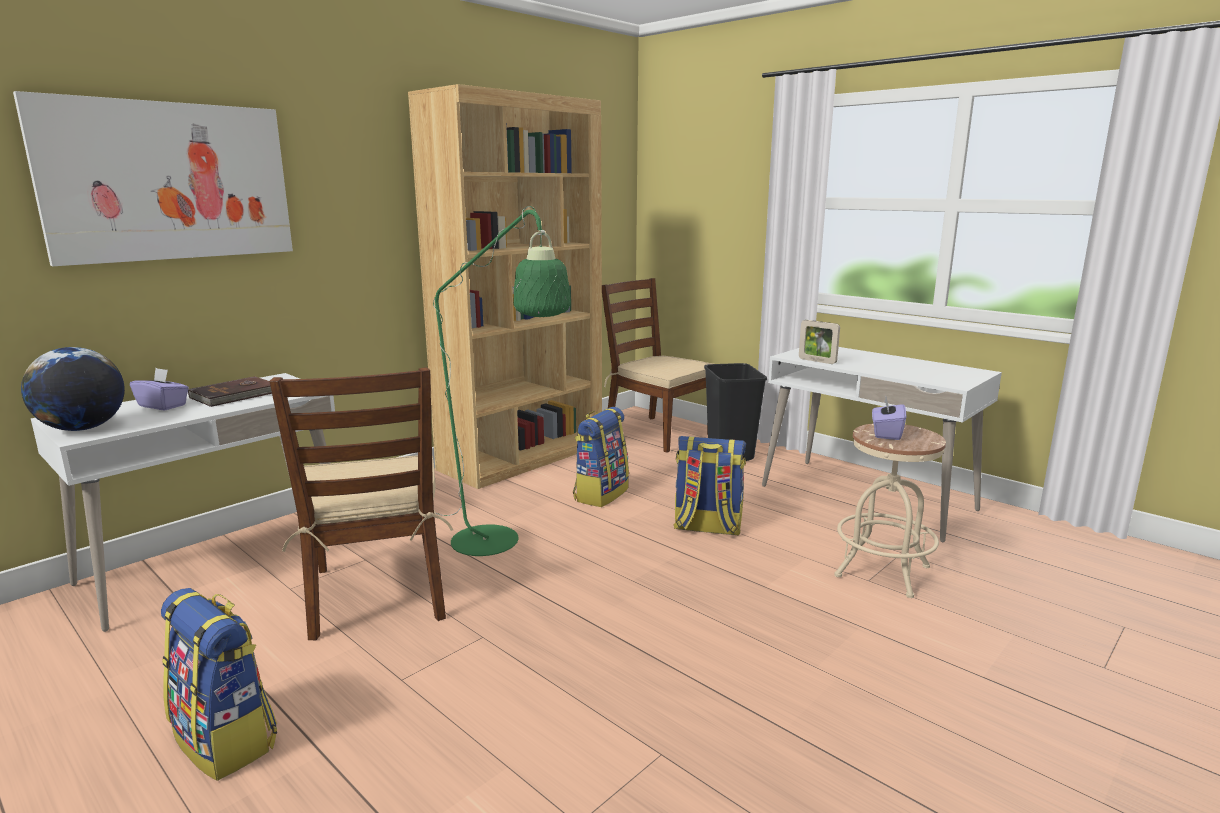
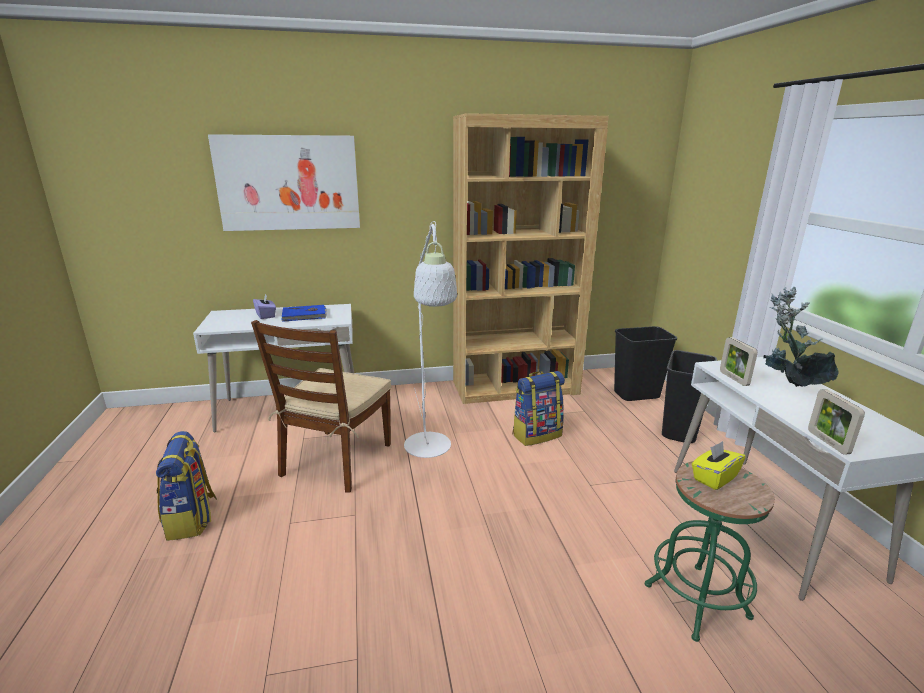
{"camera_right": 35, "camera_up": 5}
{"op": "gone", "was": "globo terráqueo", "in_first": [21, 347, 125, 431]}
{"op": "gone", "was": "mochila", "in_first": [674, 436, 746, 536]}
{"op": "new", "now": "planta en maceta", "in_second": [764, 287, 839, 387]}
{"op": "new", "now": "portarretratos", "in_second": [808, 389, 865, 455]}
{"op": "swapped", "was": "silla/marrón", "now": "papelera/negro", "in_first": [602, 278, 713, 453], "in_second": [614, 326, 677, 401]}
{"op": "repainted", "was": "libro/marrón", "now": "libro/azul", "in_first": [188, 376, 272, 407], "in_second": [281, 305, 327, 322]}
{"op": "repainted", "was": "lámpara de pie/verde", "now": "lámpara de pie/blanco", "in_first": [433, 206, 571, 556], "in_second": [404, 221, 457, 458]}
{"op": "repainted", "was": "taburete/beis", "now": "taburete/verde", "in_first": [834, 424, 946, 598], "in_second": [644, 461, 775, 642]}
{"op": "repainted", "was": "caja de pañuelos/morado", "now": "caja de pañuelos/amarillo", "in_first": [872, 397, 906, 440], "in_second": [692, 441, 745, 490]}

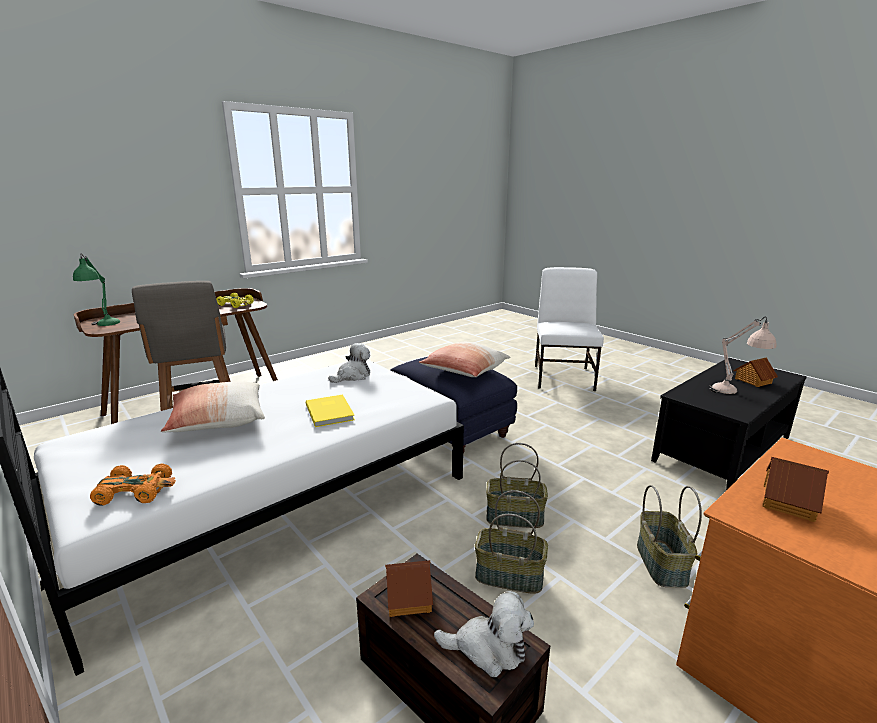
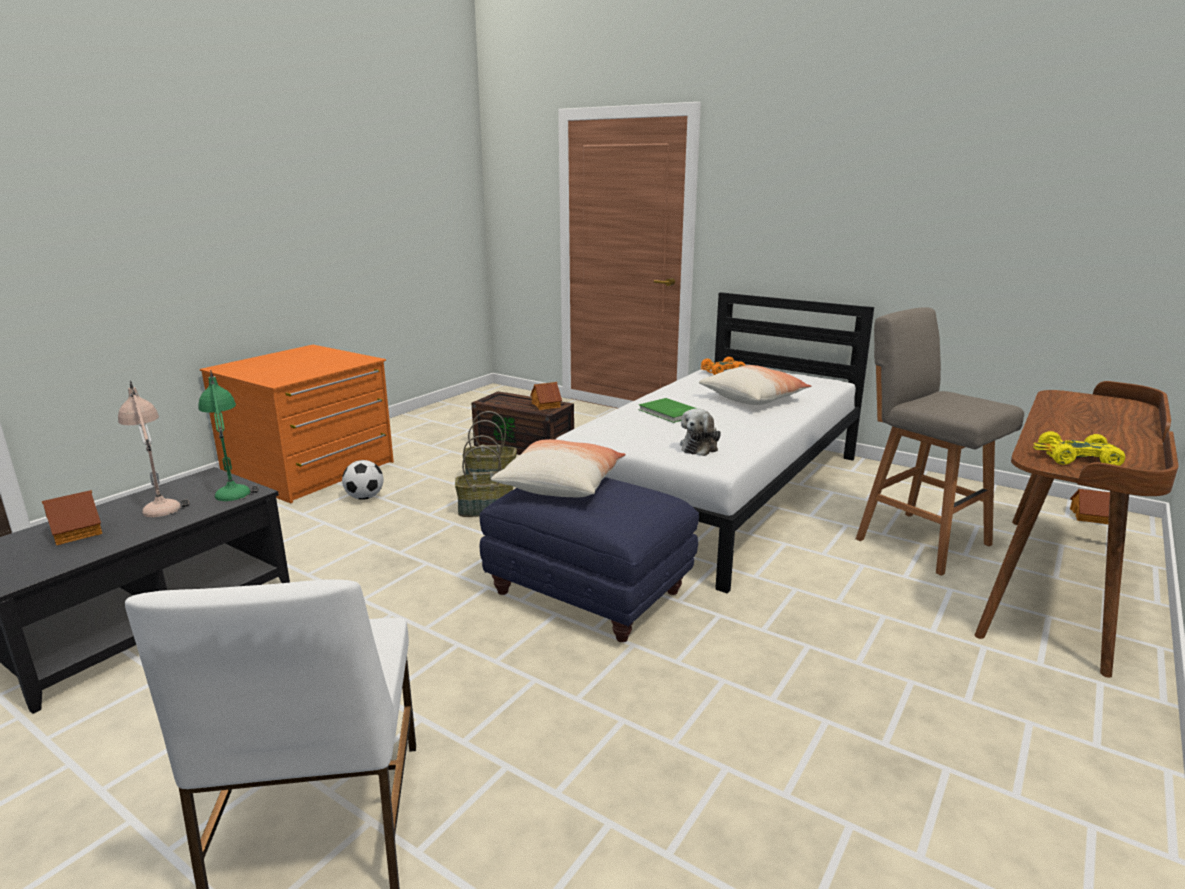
{"camera_right": 165, "camera_up": 0}
{"op": "gone", "was": "peluche", "in_first": [434, 591, 534, 677]}
{"op": "shifted", "was": "lámpara de mesa/verde", "in_first": [73, 253, 120, 326], "in_second": [199, 370, 259, 501]}
{"op": "shifted", "was": "casita", "in_first": [762, 457, 829, 522], "in_second": [1070, 489, 1110, 524]}
{"op": "swapped", "was": "cesta", "now": "balón de fútbol", "in_first": [637, 485, 702, 588], "in_second": [342, 460, 383, 500]}
{"op": "repainted", "was": "libro/amarillo", "now": "libro/verde", "in_first": [306, 394, 355, 427], "in_second": [638, 398, 695, 423]}

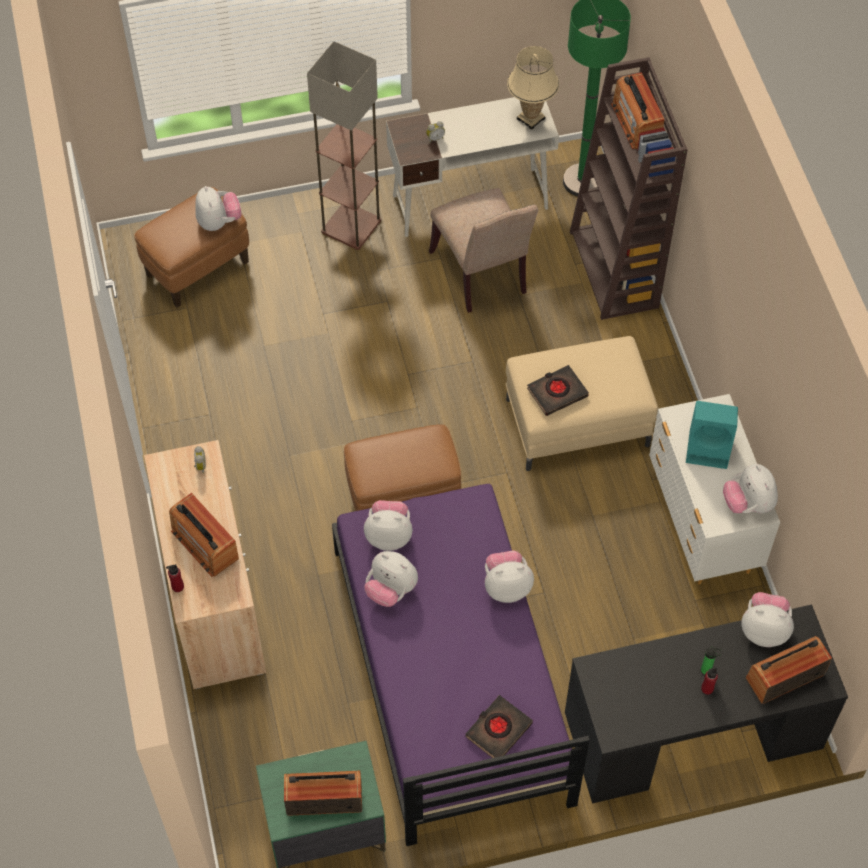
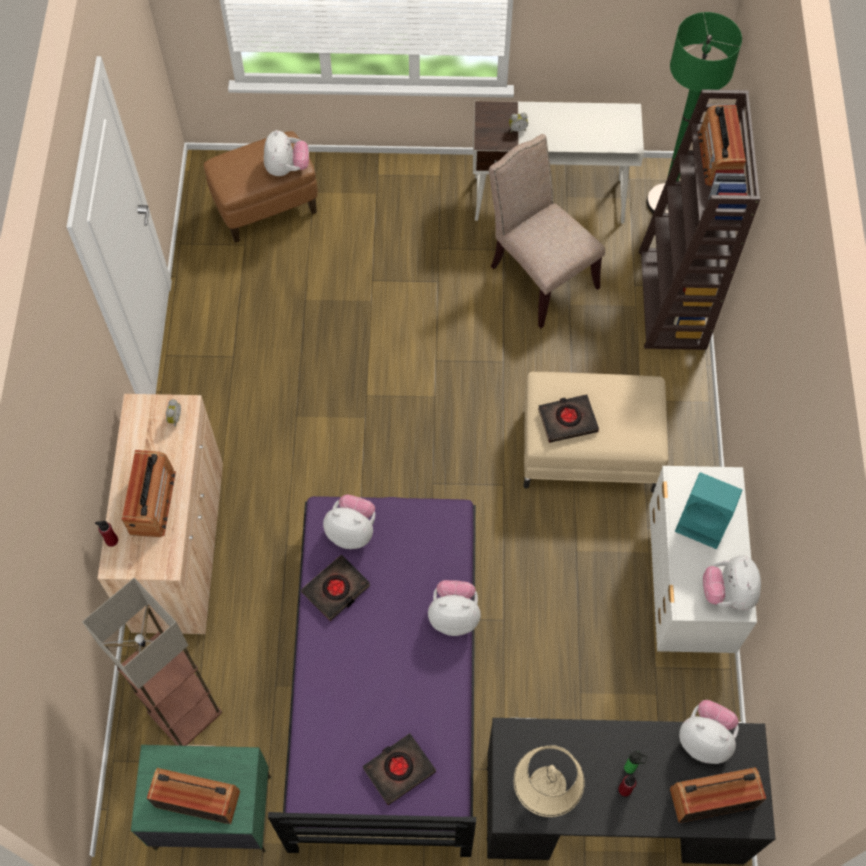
{"camera_right": 15, "camera_up": 5}
{"op": "gone", "was": "puf/marrón", "in_first": [344, 424, 461, 511]}
{"op": "shifted", "was": "lámpara de pie", "in_first": [307, 41, 381, 250], "in_second": [82, 578, 222, 746]}
{"op": "shifted", "was": "lámpara de mesa/beis", "in_first": [507, 46, 559, 130], "in_second": [514, 745, 585, 817]}
{"op": "swapped", "was": "peluche", "now": "libro/negro", "in_first": [364, 551, 418, 607], "in_second": [301, 555, 371, 621]}
{"op": "rotated", "was": "radio", "in_first": [169, 493, 239, 577], "in_second": [122, 450, 176, 537], "clockwise": -150}
{"op": "rotated", "was": "silla/beis", "in_first": [429, 188, 539, 313], "in_second": [489, 134, 605, 328], "clockwise": 150}

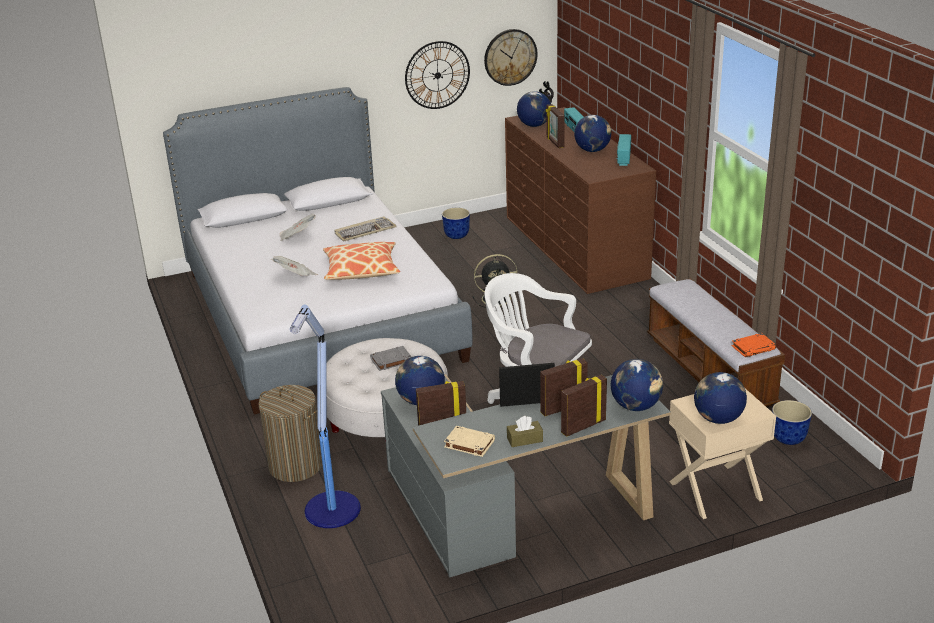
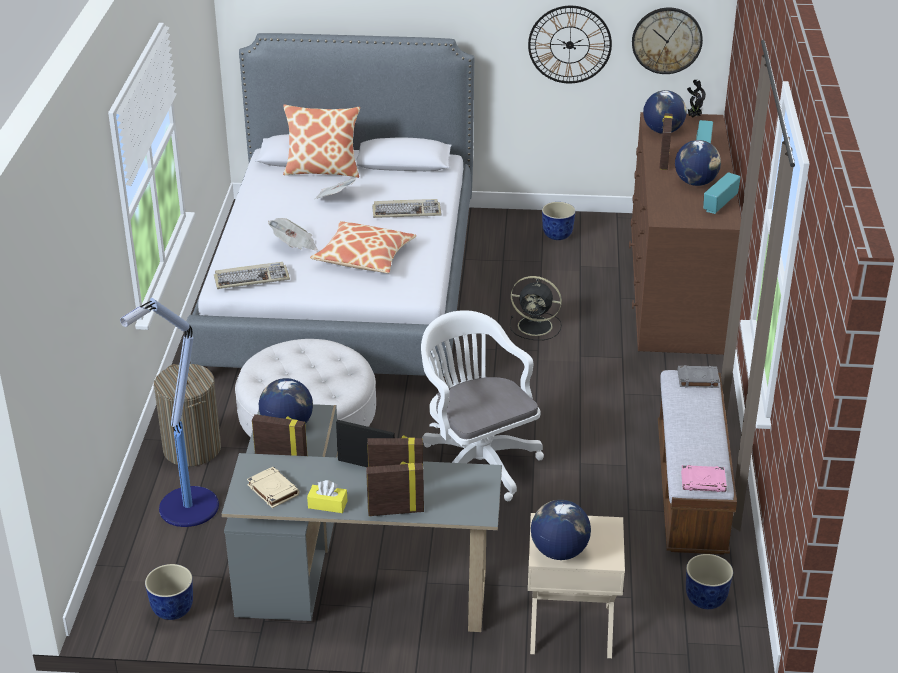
{"camera_right": 25, "camera_up": 5}
{"op": "gone", "was": "globo terráqueo", "in_first": [611, 359, 663, 411]}
{"op": "new", "now": "maceta", "in_second": [145, 564, 193, 620]}
{"op": "new", "now": "teclado", "in_second": [214, 262, 290, 289]}
{"op": "new", "now": "cojín", "in_second": [283, 105, 360, 178]}
{"op": "shifted", "was": "libro/gris", "in_first": [370, 346, 412, 371], "in_second": [678, 365, 720, 388]}
{"op": "repainted", "was": "caja de pañuelos/marrón", "now": "caja de pañuelos/amarillo", "in_first": [507, 416, 543, 447], "in_second": [307, 480, 347, 513]}
{"op": "repainted", "was": "libro/naranja", "now": "libro/rosa", "in_first": [732, 333, 776, 357], "in_second": [681, 465, 727, 492]}

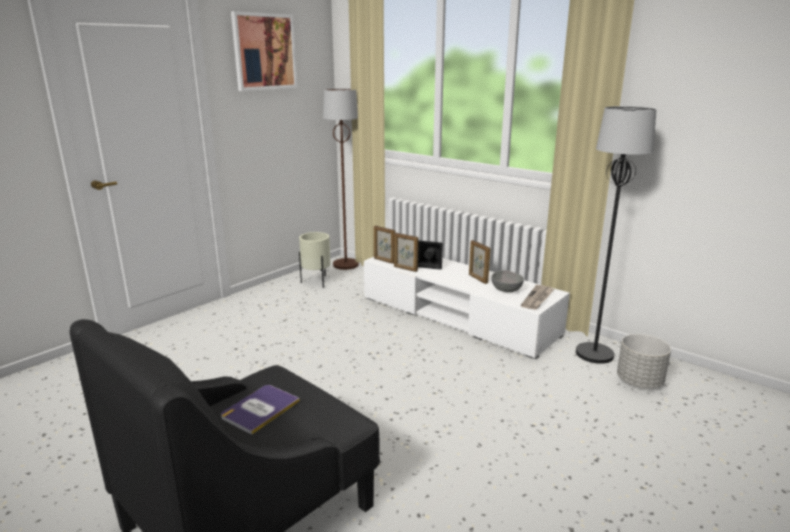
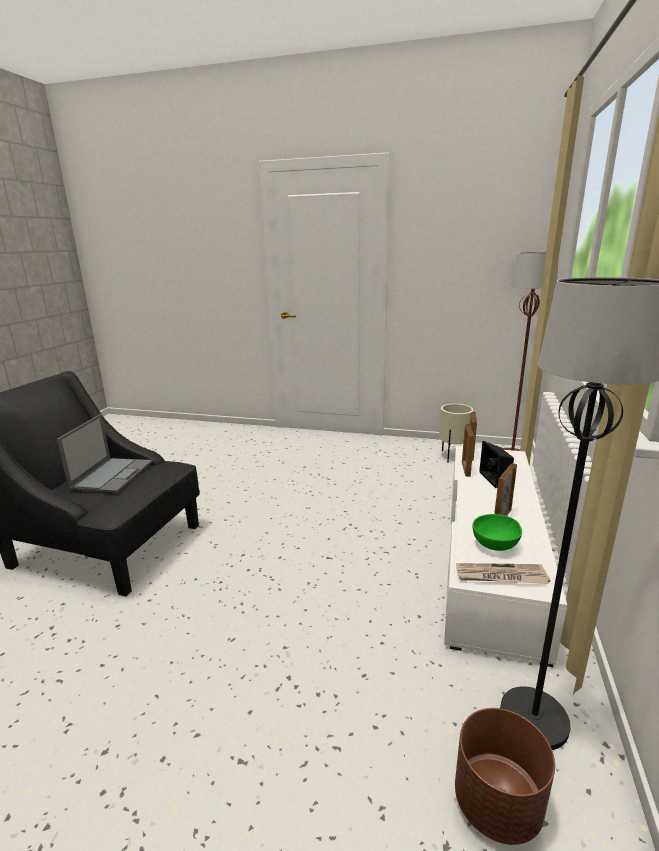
{"camera_right": 65, "camera_up": 0}
{"op": "gone", "was": "cuadro", "in_first": [231, 11, 297, 91]}
{"op": "swapped", "was": "libro", "now": "portátil", "in_first": [221, 385, 300, 435], "in_second": [57, 414, 152, 493]}
{"op": "repainted", "was": "cuenco/gris", "now": "cuenco/verde", "in_first": [491, 270, 524, 292], "in_second": [472, 514, 522, 551]}
{"op": "repainted", "was": "maceta/gris", "now": "maceta/marrón", "in_first": [617, 334, 671, 388], "in_second": [455, 708, 555, 845]}

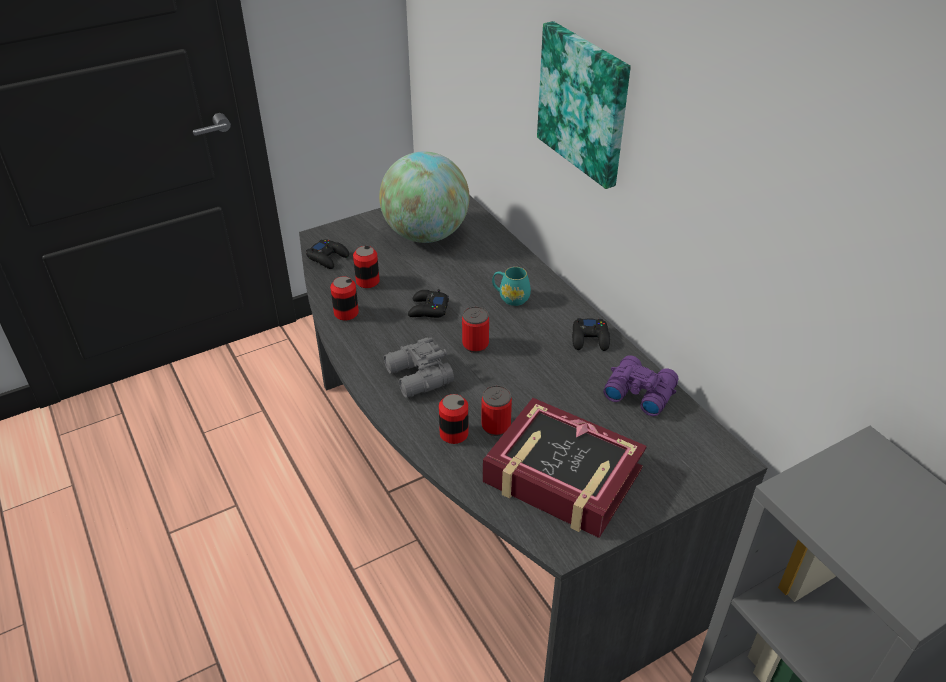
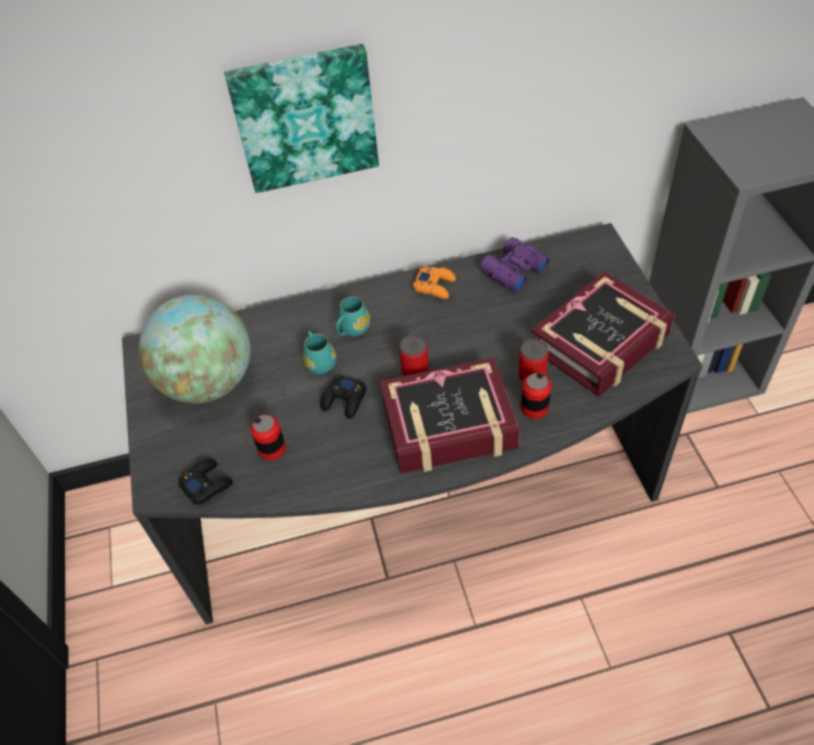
{"camera_right": -70, "camera_up": 10}
{"op": "gone", "was": "lata", "in_first": [330, 277, 359, 321]}
{"op": "new", "now": "taza grande/turquesa", "in_second": [303, 331, 336, 375]}
{"op": "swapped", "was": "prismáticos/gris", "now": "libro", "in_first": [384, 337, 454, 398], "in_second": [380, 358, 520, 473]}
{"op": "repainted", "was": "mando de consola/negro", "now": "mando de consola/naranja", "in_first": [572, 318, 610, 351], "in_second": [413, 267, 456, 299]}

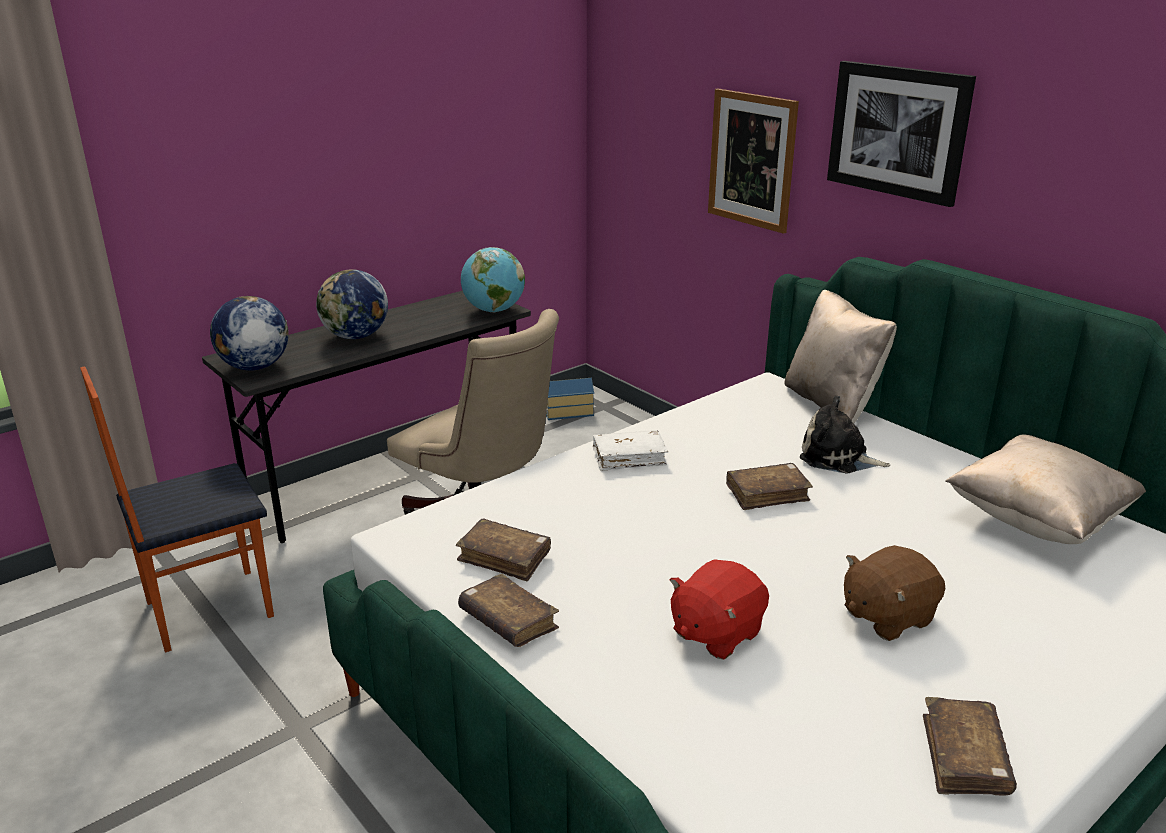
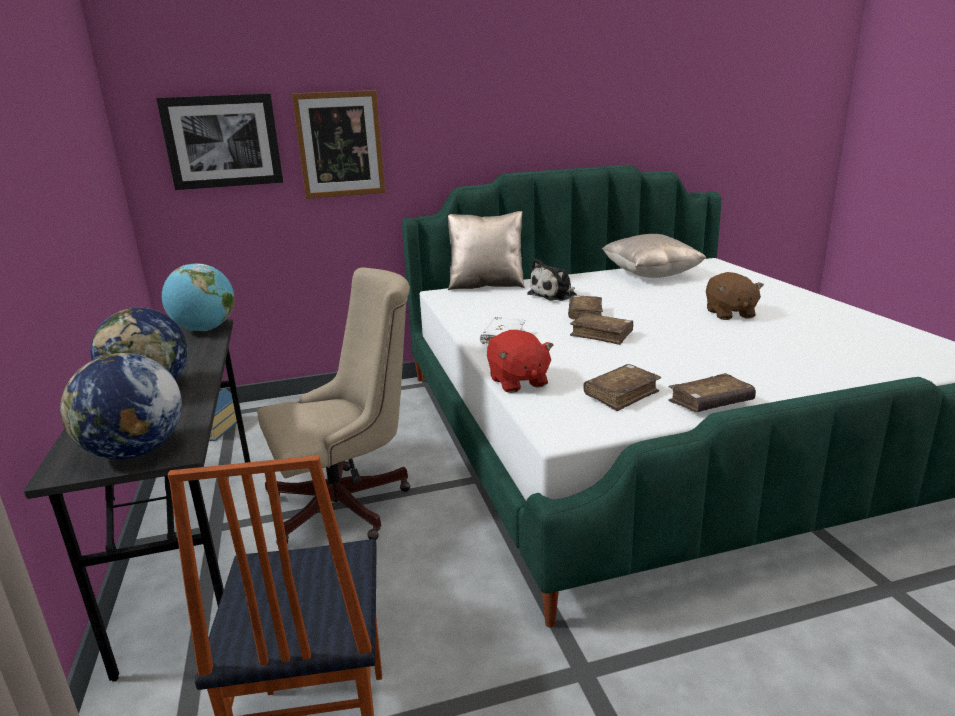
{"camera_right": -65, "camera_up": -5}
{"op": "shifted", "was": "peluche/rojo", "in_first": [670, 559, 769, 660], "in_second": [487, 330, 553, 393]}
{"op": "shifted", "was": "cuadro", "in_first": [827, 61, 976, 207], "in_second": [156, 93, 283, 190]}
{"op": "shifted", "was": "libro/marrón", "in_first": [923, 697, 1017, 795], "in_second": [570, 313, 633, 345]}

